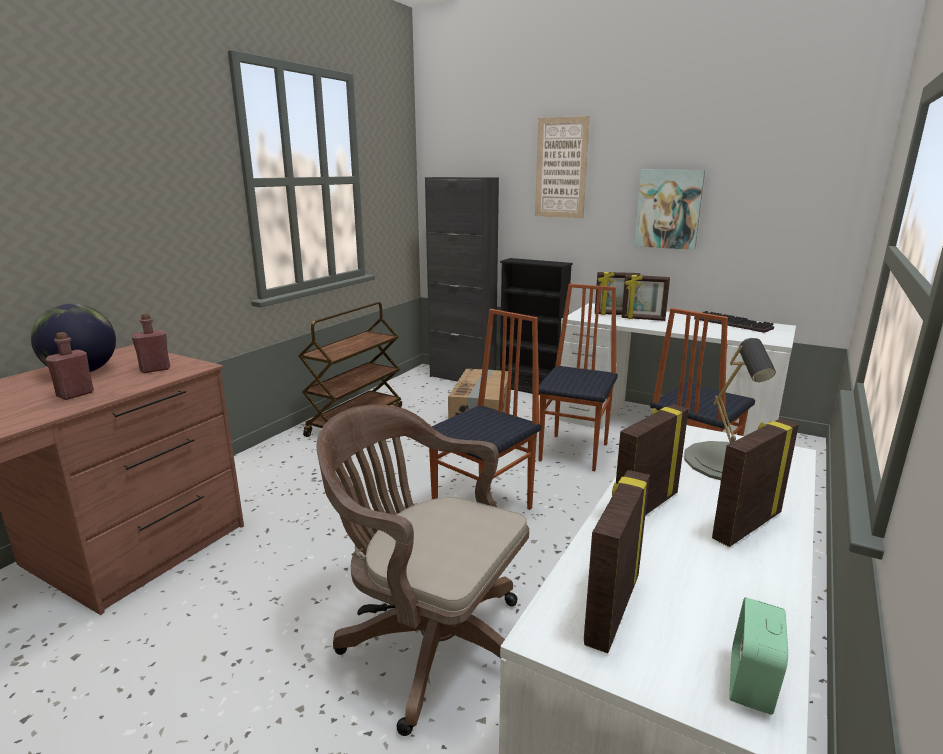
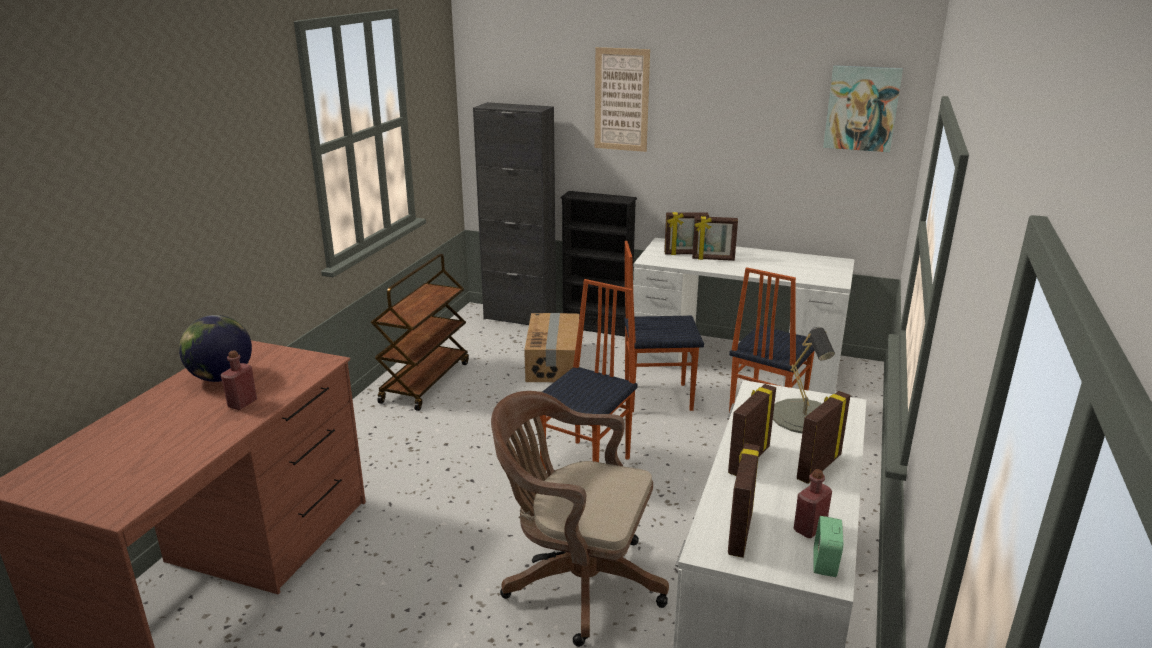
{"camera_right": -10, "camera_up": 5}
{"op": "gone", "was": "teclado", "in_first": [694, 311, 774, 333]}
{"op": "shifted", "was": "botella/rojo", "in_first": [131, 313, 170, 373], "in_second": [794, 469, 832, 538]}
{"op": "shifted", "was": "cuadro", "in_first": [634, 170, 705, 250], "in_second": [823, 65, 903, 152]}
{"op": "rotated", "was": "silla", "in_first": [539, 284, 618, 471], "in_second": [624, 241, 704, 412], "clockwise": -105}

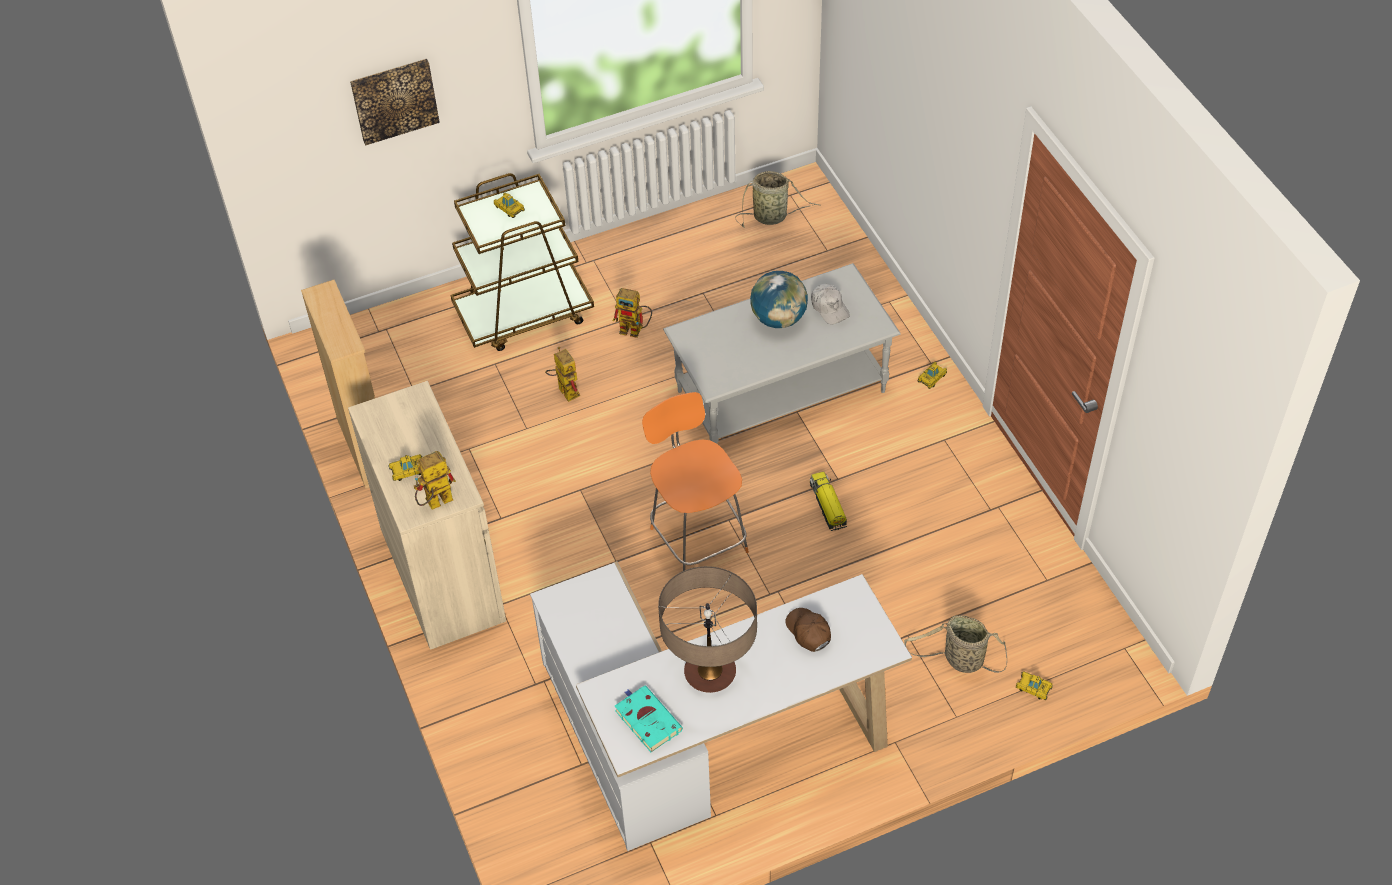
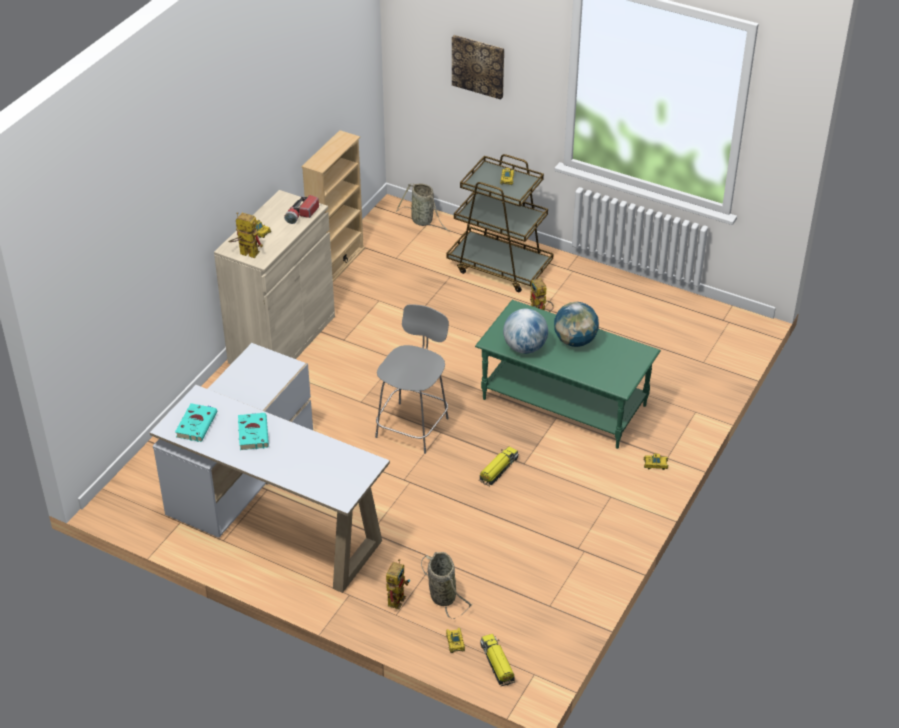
{"camera_right": 50, "camera_up": -10}
{"op": "gone", "was": "gorra/marrón", "in_first": [785, 608, 831, 652]}
{"op": "gone", "was": "gorra/blanco", "in_first": [811, 284, 850, 324]}
{"op": "new", "now": "linterna", "in_second": [284, 195, 319, 224]}
{"op": "new", "now": "camión de juguete", "in_second": [480, 634, 515, 686]}
{"op": "new", "now": "globo terráqueo", "in_second": [503, 309, 548, 354]}
{"op": "shifted", "was": "robot de juguete", "in_first": [545, 347, 580, 402], "in_second": [386, 559, 410, 609]}
{"op": "shifted", "was": "cesta", "in_first": [735, 171, 821, 228], "in_second": [396, 183, 450, 232]}
{"op": "swapped", "was": "lámpara de mesa", "now": "libro/turquesa", "in_first": [658, 566, 757, 693], "in_second": [238, 413, 269, 450]}
{"op": "repainted", "was": "silla/naranja", "now": "silla/gris", "in_first": [642, 392, 749, 571], "in_second": [375, 304, 449, 454]}
{"op": "repainted", "was": "mesa de centro/gris", "now": "mesa de centro/verde", "in_first": [663, 263, 901, 444], "in_second": [475, 300, 661, 449]}

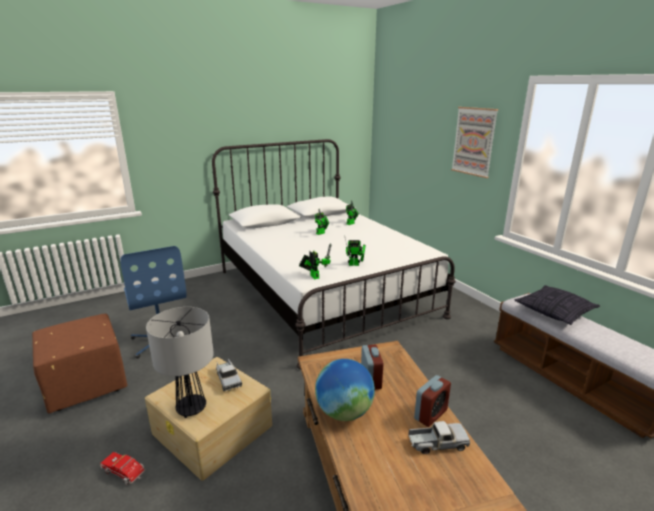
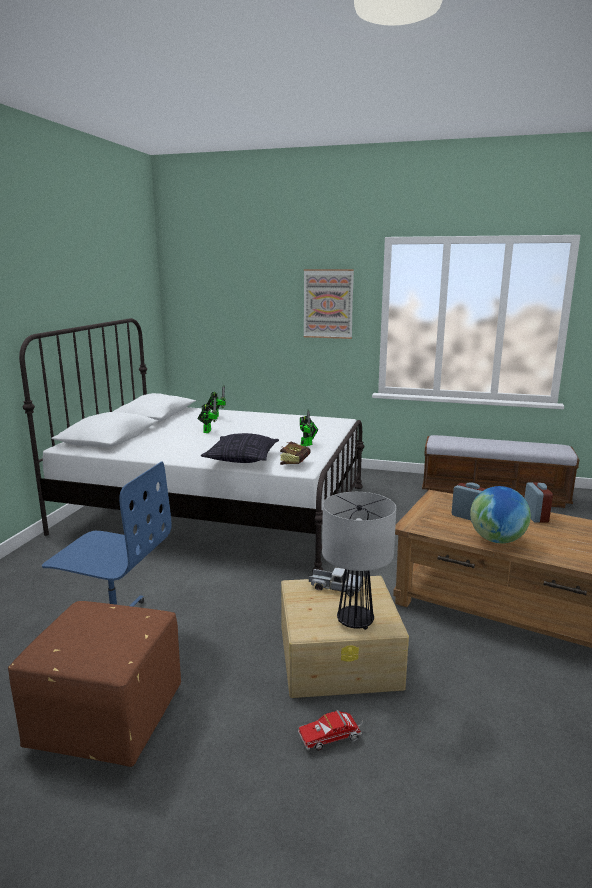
{"camera_right": -45, "camera_up": -5}
{"op": "gone", "was": "camión de juguete", "in_first": [408, 421, 470, 454]}
{"op": "shifted", "was": "cojín", "in_first": [514, 285, 600, 325], "in_second": [201, 433, 279, 463]}
{"op": "swapped", "was": "robot de juguete", "now": "libro", "in_first": [299, 243, 332, 279], "in_second": [280, 442, 311, 465]}

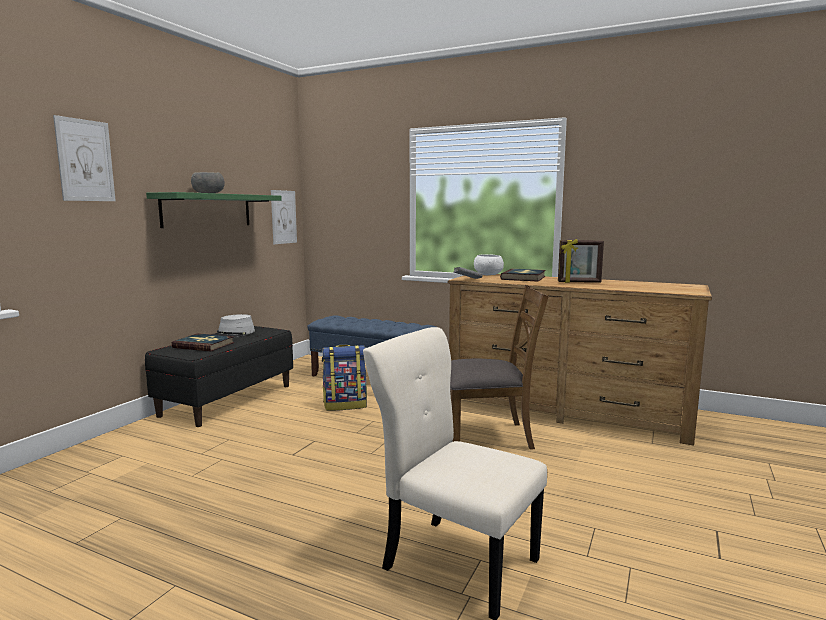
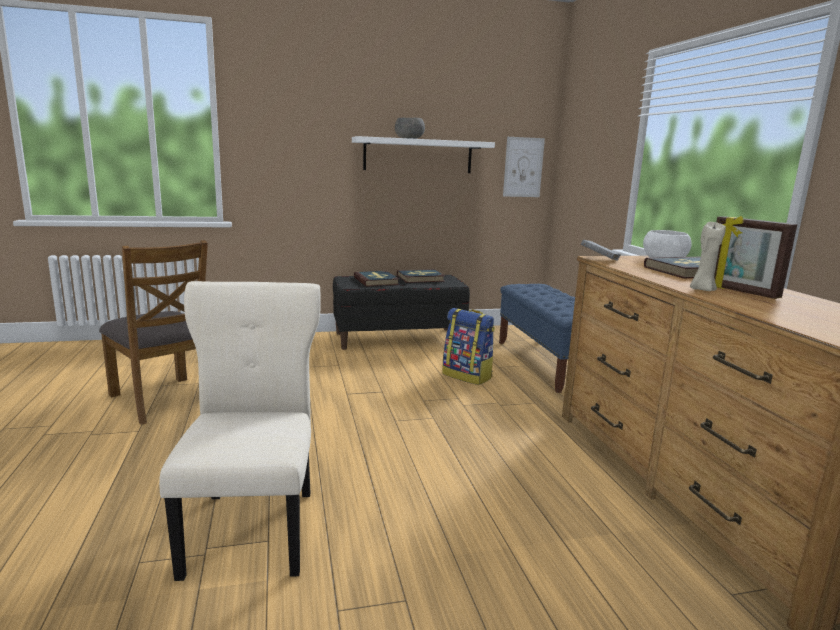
{"camera_right": 50, "camera_up": 5}
{"op": "gone", "was": "cuadro", "in_first": [53, 115, 116, 201]}
{"op": "new", "now": "vela/beis", "in_second": [690, 222, 726, 291]}
{"op": "shifted", "was": "silla/marrón", "in_first": [450, 285, 549, 449], "in_second": [99, 240, 208, 425]}
{"op": "swapped", "was": "sombrero/gris", "now": "libro", "in_first": [212, 314, 255, 337], "in_second": [397, 269, 445, 283]}
{"op": "repainted", "was": "estante/verde", "now": "estante/blanco", "in_first": [146, 192, 282, 228], "in_second": [352, 136, 495, 173]}

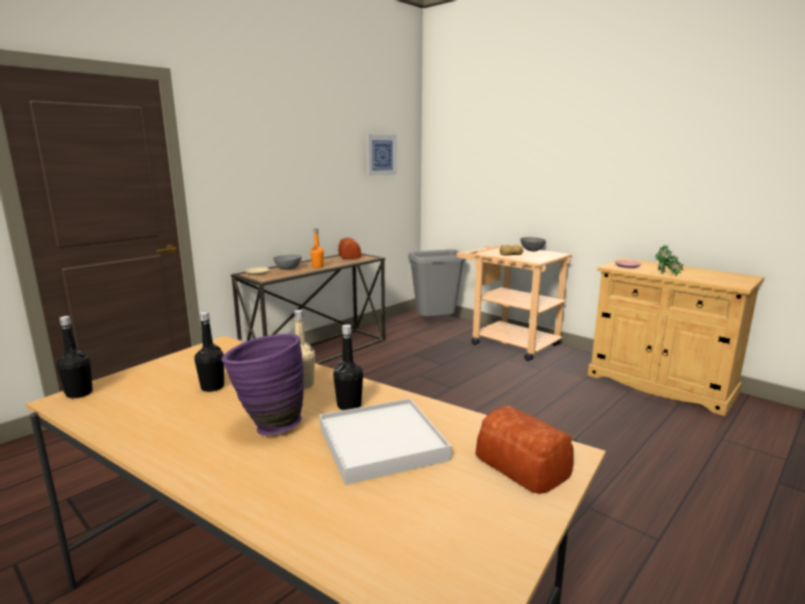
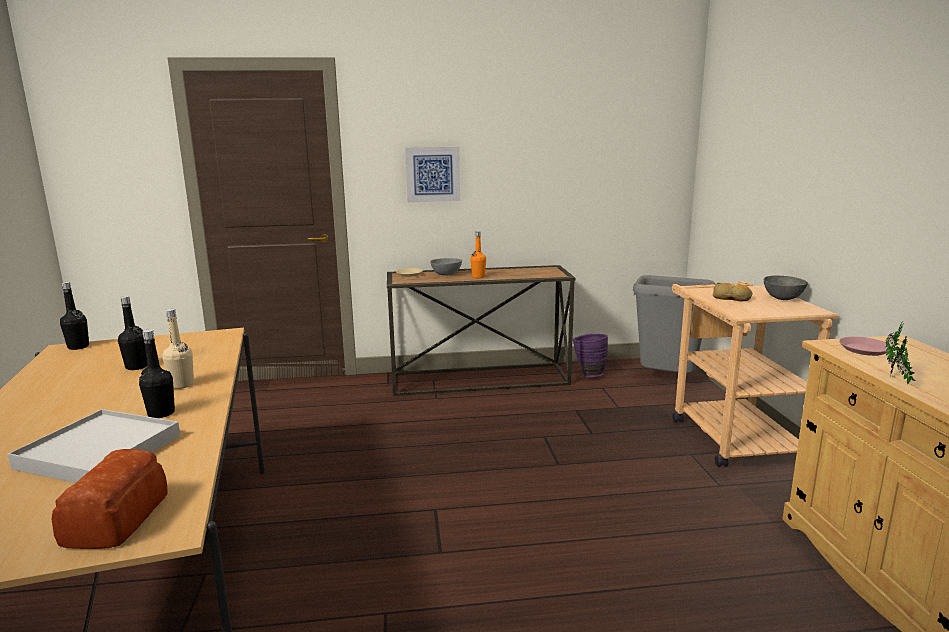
{"camera_right": 40, "camera_up": 0}
{"op": "gone", "was": "pan", "in_first": [338, 238, 361, 259]}
{"op": "shifted", "was": "florero/morado", "in_first": [222, 334, 304, 436], "in_second": [573, 334, 608, 377]}
{"op": "shifted", "was": "cuadro", "in_first": [366, 134, 397, 176], "in_second": [405, 147, 460, 202]}

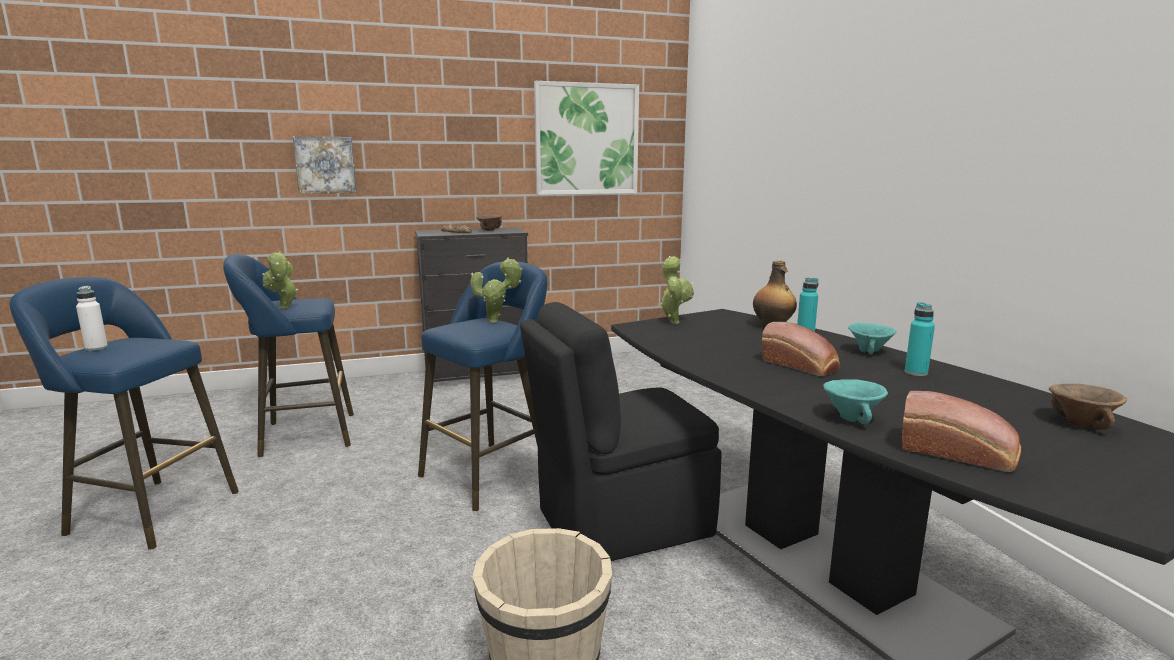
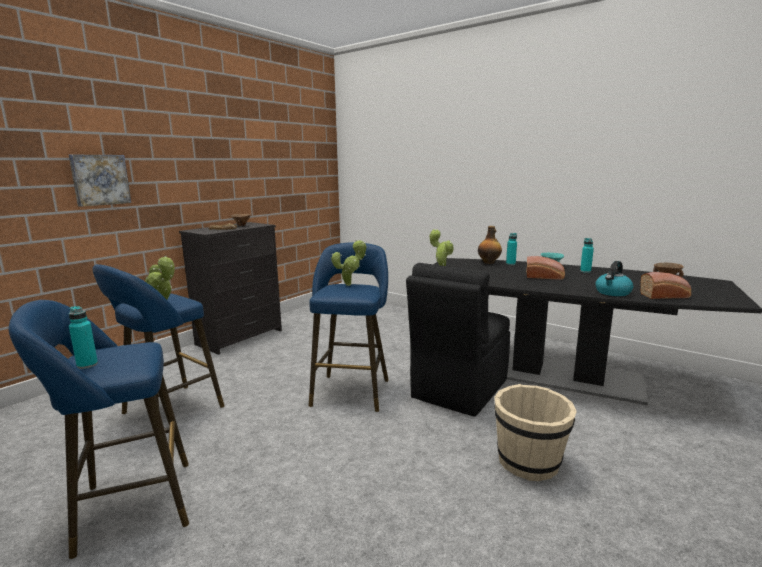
{"camera_right": -35, "camera_up": 0}
{"op": "gone", "was": "cuadro", "in_first": [534, 81, 639, 195]}
{"op": "swapped", "was": "cuenco/turquesa", "now": "hervidor", "in_first": [823, 379, 888, 424], "in_second": [595, 261, 633, 296]}
{"op": "repainted", "was": "botella/blanco", "now": "botella/turquesa", "in_first": [76, 286, 108, 351], "in_second": [69, 306, 98, 369]}

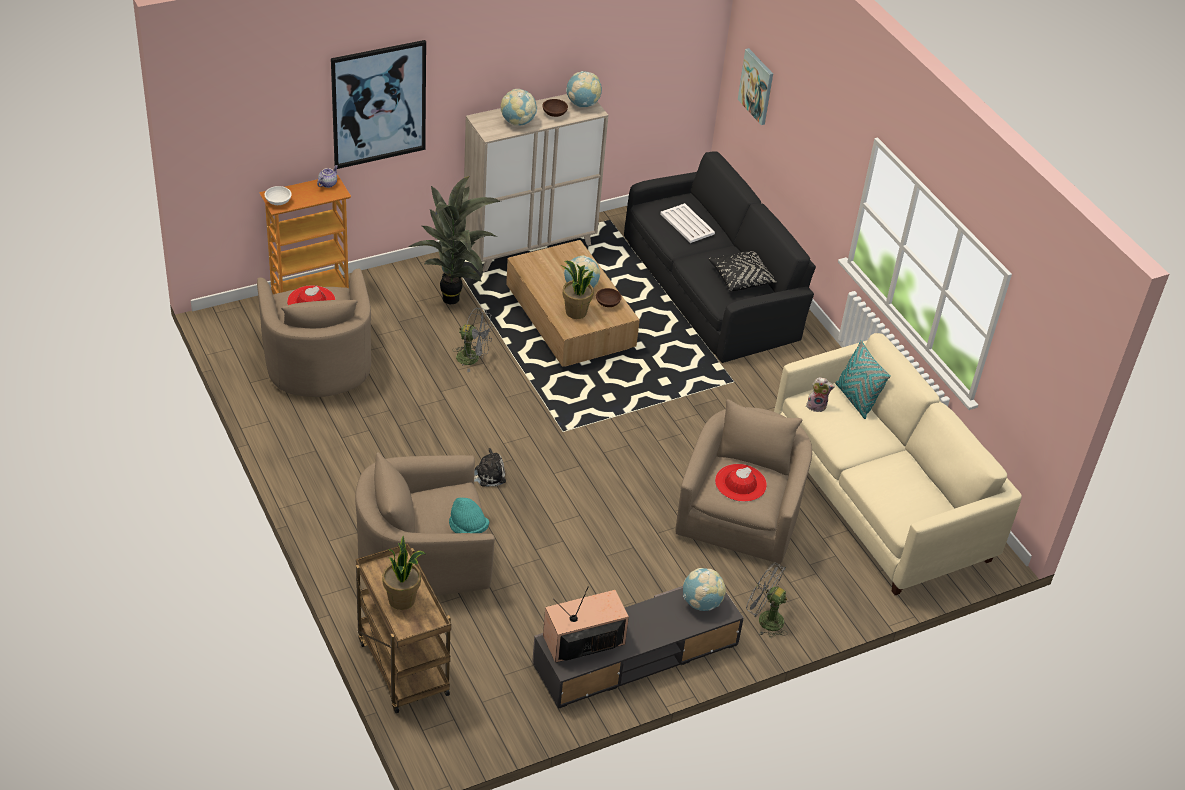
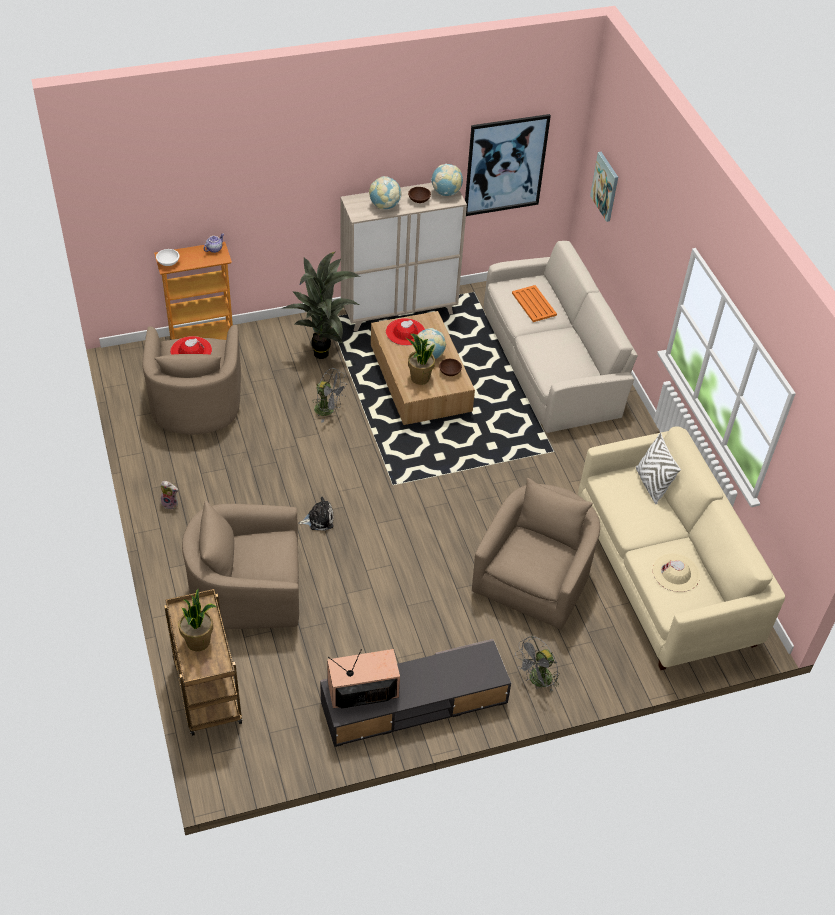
{"camera_right": 10, "camera_up": 5}
{"op": "gone", "was": "sombrero/turquesa", "in_first": [449, 497, 489, 533]}
{"op": "gone", "was": "globo terráqueo", "in_first": [683, 568, 726, 611]}
{"op": "gone", "was": "cojín/negro", "in_first": [709, 251, 777, 292]}
{"op": "new", "now": "sombrero/beis", "in_second": [652, 554, 700, 592]}
{"op": "shifted", "was": "cuadro", "in_first": [331, 40, 426, 169], "in_second": [465, 114, 551, 216]}
{"op": "shifted", "was": "sombrero/rojo", "in_first": [715, 464, 767, 502], "in_second": [386, 318, 425, 346]}
{"op": "shifted", "was": "peluche", "in_first": [806, 377, 835, 412], "in_second": [160, 481, 178, 510]}
{"op": "repainted", "was": "sofá/negro", "now": "sofá/beis", "in_first": [624, 151, 816, 363], "in_second": [484, 241, 638, 433]}
{"op": "repainted", "was": "bandeja/blanco", "now": "bandeja/naranja", "in_first": [660, 203, 715, 243], "in_second": [512, 285, 557, 322]}
{"op": "repainted", "was": "cojín/turquesa", "now": "cojín/blanco", "in_first": [835, 340, 891, 419], "in_second": [636, 432, 681, 504]}
{"op": "rotated", "was": "ventilador/gris", "in_first": [746, 563, 788, 638], "in_second": [515, 636, 560, 693], "clockwise": -75}

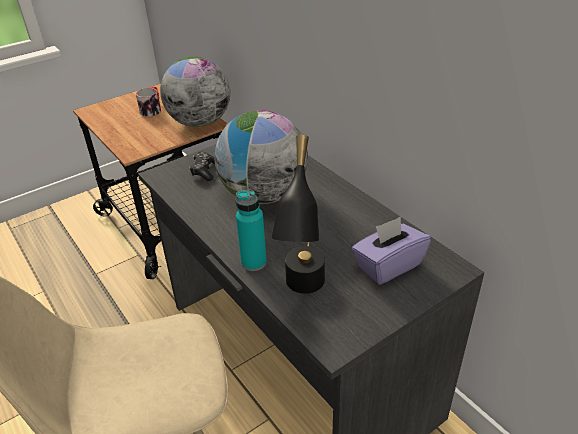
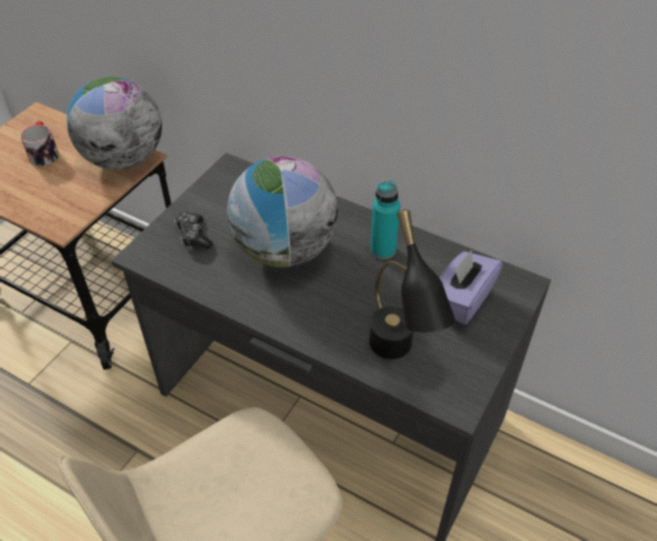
{"camera_right": -25, "camera_up": 10}
{"op": "shifted", "was": "botella/turquesa", "in_first": [235, 190, 267, 271], "in_second": [370, 181, 401, 259]}

